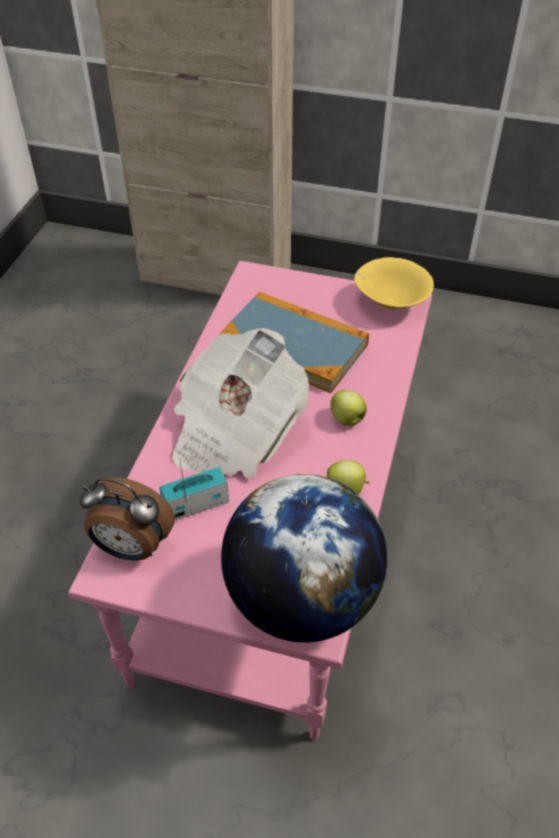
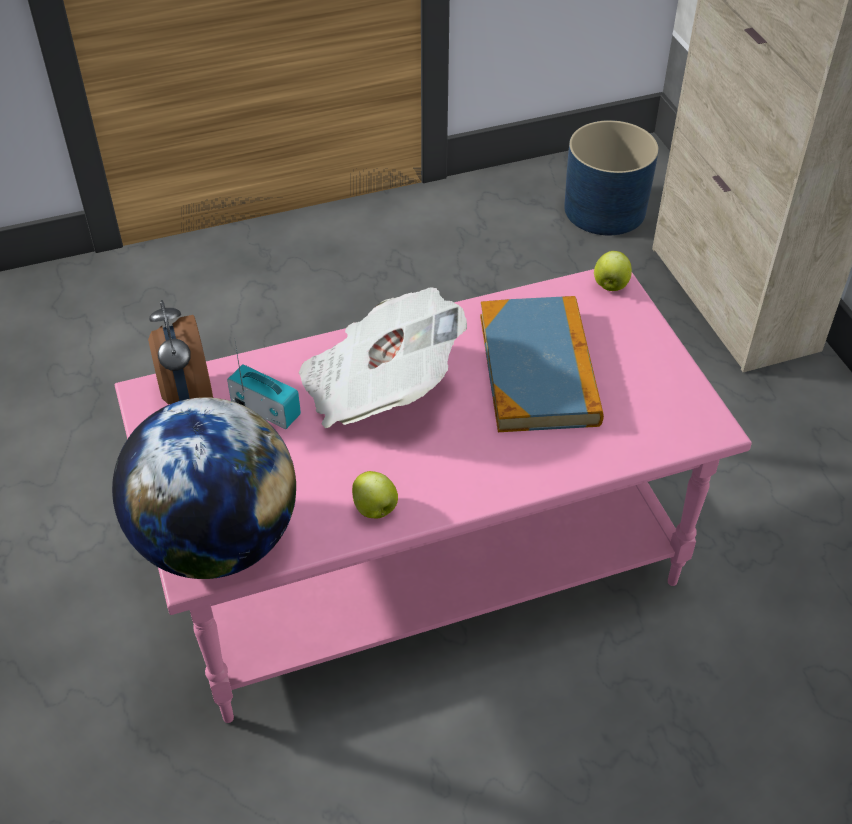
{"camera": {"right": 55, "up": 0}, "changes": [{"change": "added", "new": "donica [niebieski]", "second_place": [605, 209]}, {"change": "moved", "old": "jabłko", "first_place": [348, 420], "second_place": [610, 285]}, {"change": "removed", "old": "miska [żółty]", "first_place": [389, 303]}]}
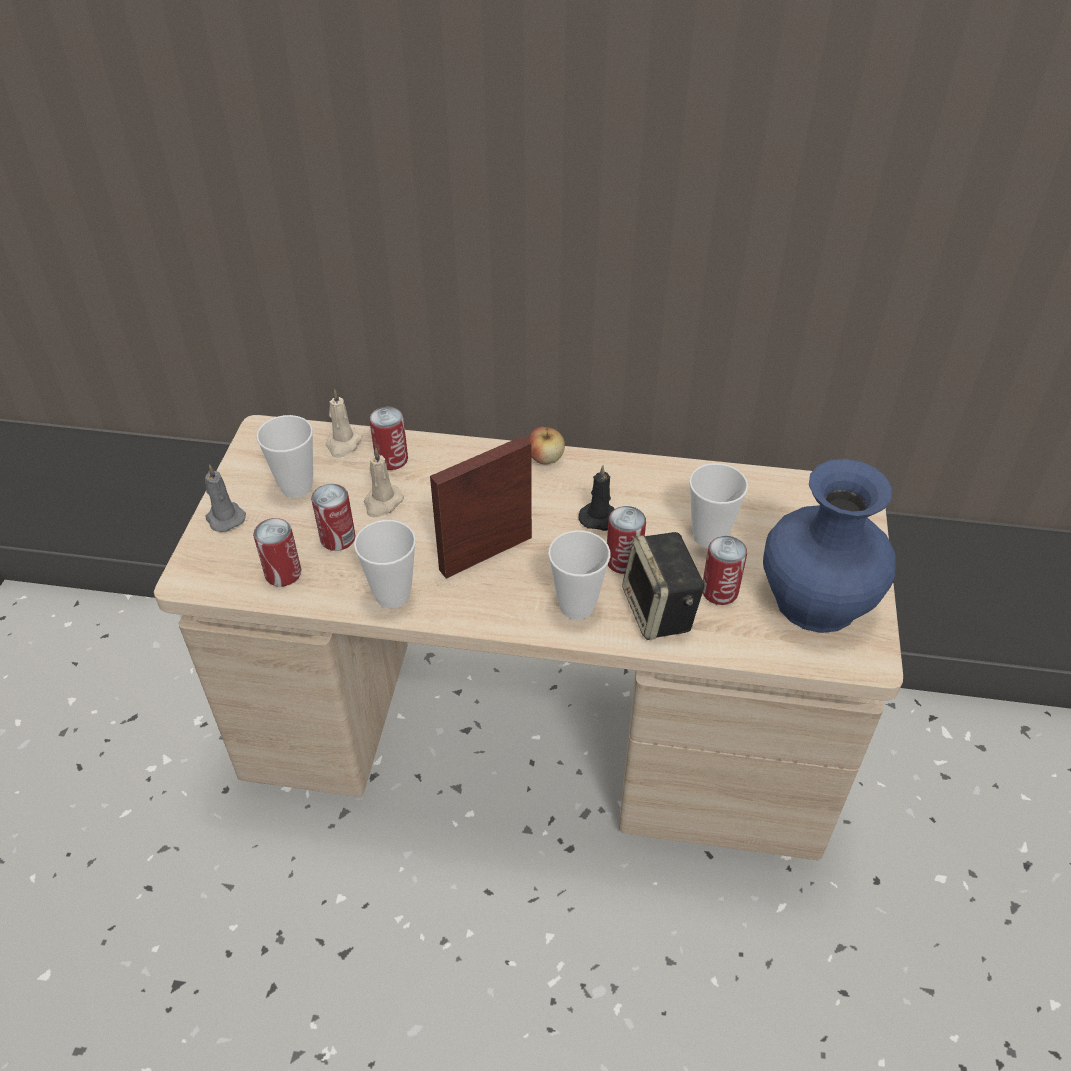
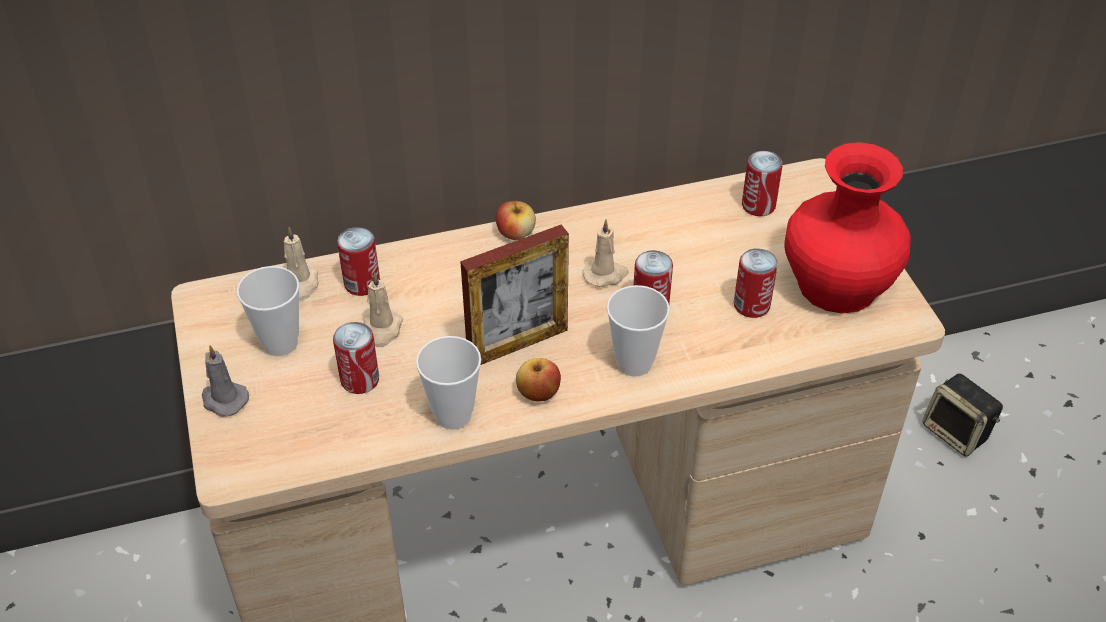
{"camera": {"right": -25, "up": 0}, "changes": [{"change": "turned", "old": "ramka na zdjęcie", "first_place": [486, 553], "second_place": [517, 344], "degrees": -150}, {"change": "added", "new": "jabłko", "second_place": [538, 393]}, {"change": "recoloured", "old": "świeca [czarny]", "new": "świeca [beżowy]", "first_place": [601, 519], "second_place": [605, 274]}, {"change": "moved", "old": "puszka", "first_place": [283, 573], "second_place": [758, 205]}, {"change": "recoloured", "old": "wazon [niebieski]", "new": "wazon [czerwony]", "first_place": [817, 602], "second_place": [839, 286]}, {"change": "moved", "old": "głośnik", "first_place": [660, 611], "second_place": [957, 433]}, {"change": "removed", "old": "filiżanka", "first_place": [709, 537]}]}
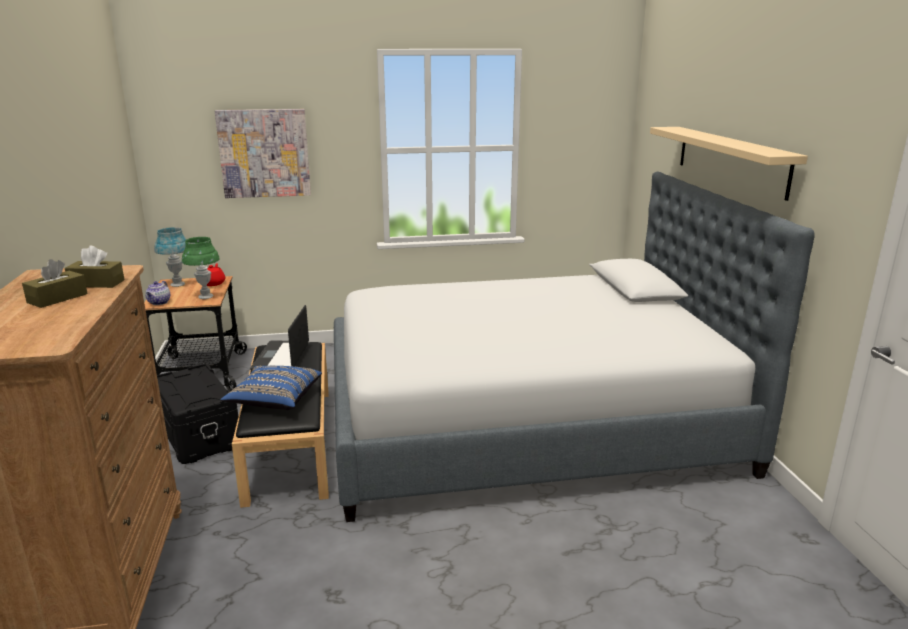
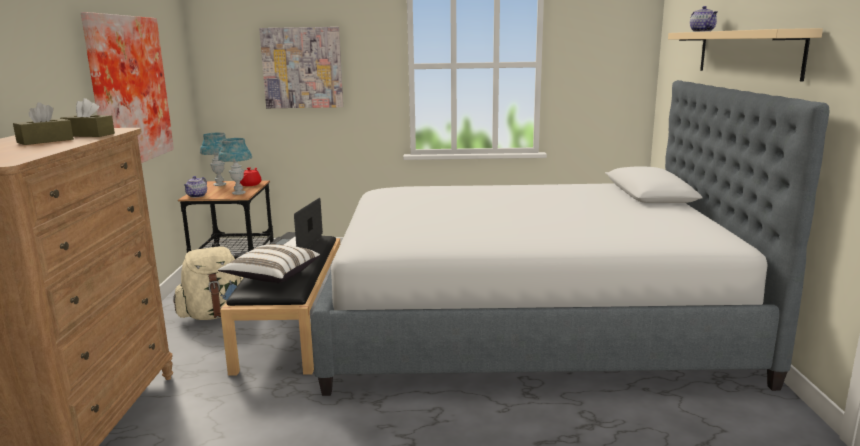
{"camera": {"right": 10, "up": -5}, "changes": [{"change": "added", "new": "obraz", "second_place": [126, 90]}, {"change": "replaced", "old": "pojemnik do przechowywania [czarny]", "new": "plecak [beżowy]", "first_place": [200, 435], "second_place": [215, 314]}, {"change": "recoloured", "old": "lampa stołowa [zielony]", "new": "lampa stołowa [niebieski]", "first_place": [206, 297], "second_place": [239, 193]}, {"change": "recoloured", "old": "poduszka [niebieski]", "new": "poduszka [biały]", "first_place": [274, 400], "second_place": [272, 276]}, {"change": "added", "new": "imbryk", "second_place": [702, 31]}]}
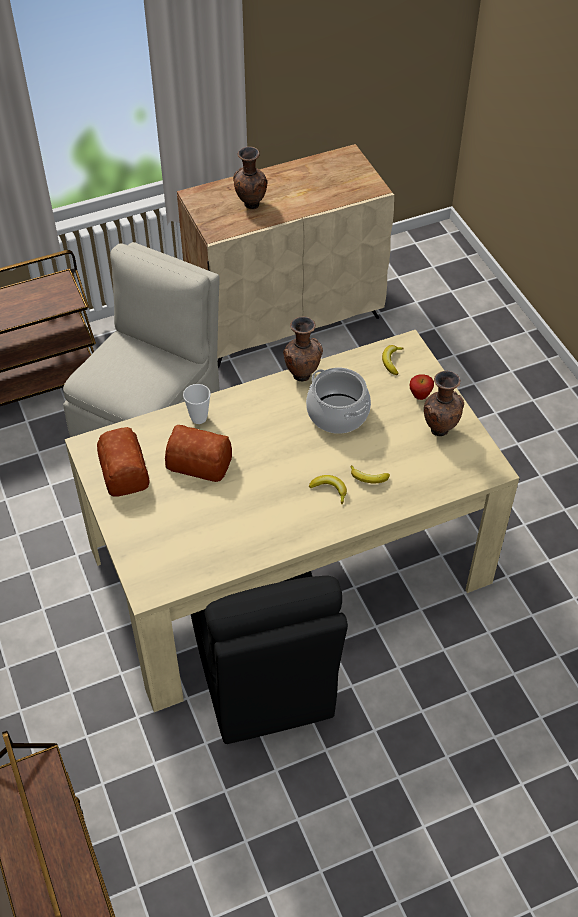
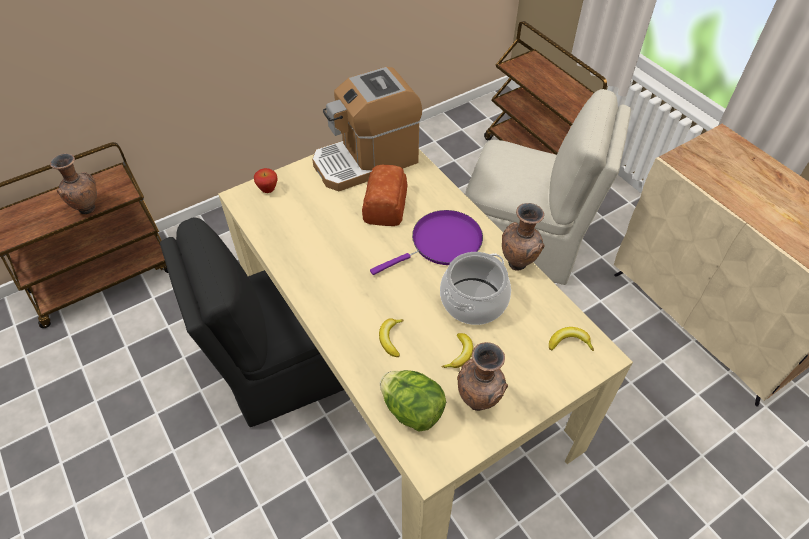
{"camera": {"right": 80, "up": 0}, "changes": [{"change": "moved", "old": "wazon [brązowy]", "first_place": [250, 205], "second_place": [87, 208]}, {"change": "moved", "old": "jabłko", "first_place": [420, 396], "second_place": [268, 190]}, {"change": "replaced", "old": "chleb", "new": "ekspres do kawy", "first_place": [125, 469], "second_place": [366, 161]}, {"change": "added", "new": "patelnia [fioletowy]", "second_place": [441, 244]}, {"change": "added", "new": "sałata", "second_place": [412, 410]}, {"change": "moved", "old": "banan", "first_place": [330, 490], "second_place": [459, 354]}, {"change": "removed", "old": "filiżanka", "first_place": [199, 418]}]}
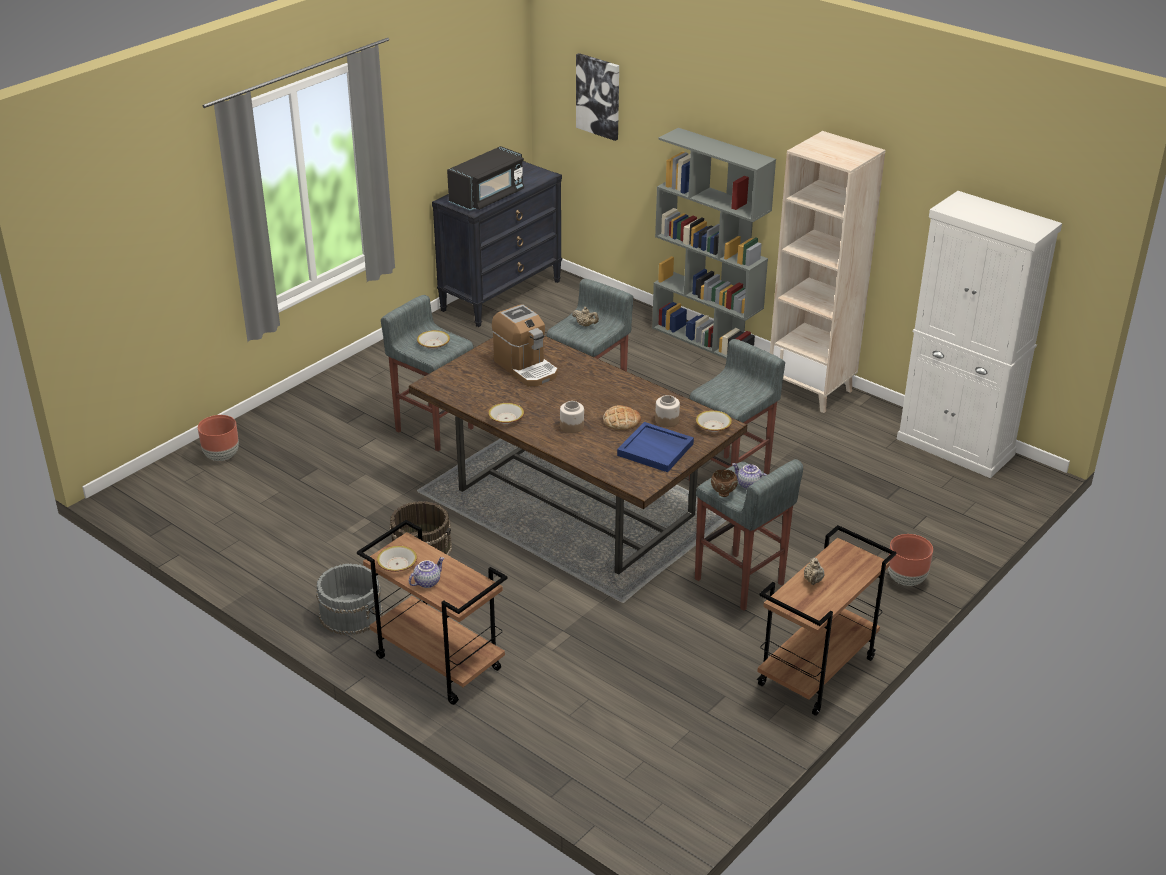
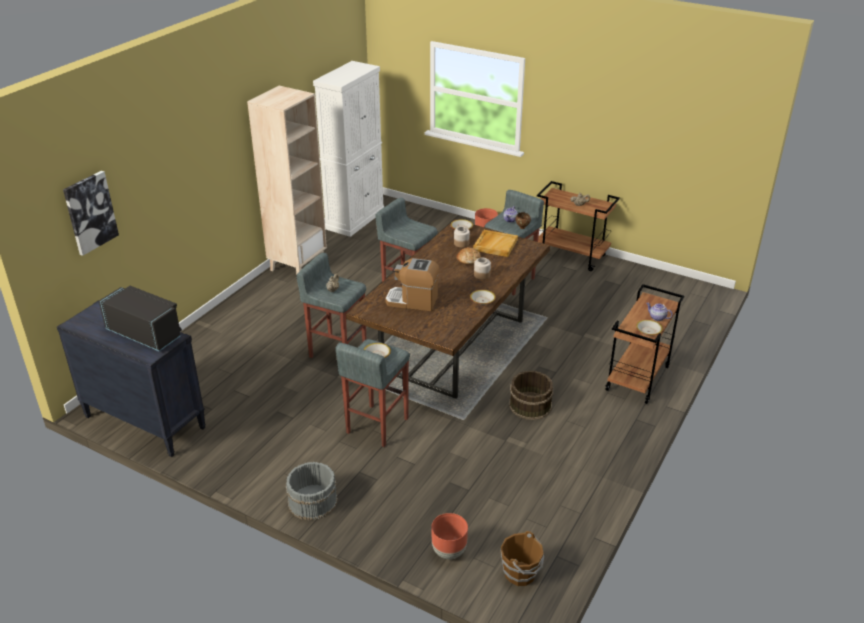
{"camera": {"right": -100, "up": 0}, "changes": [{"change": "moved", "old": "wiadro [szary]", "first_place": [351, 613], "second_place": [312, 501]}, {"change": "turned", "old": "ekspres do kawy", "first_place": [526, 368], "second_place": [412, 301], "degrees": -120}, {"change": "recoloured", "old": "taca [niebieski]", "new": "taca [beżowy]", "first_place": [656, 449], "second_place": [495, 245]}, {"change": "added", "new": "wiadro [brązowy]", "second_place": [521, 573]}, {"change": "removed", "old": "regał [szary]", "first_place": [706, 340]}]}
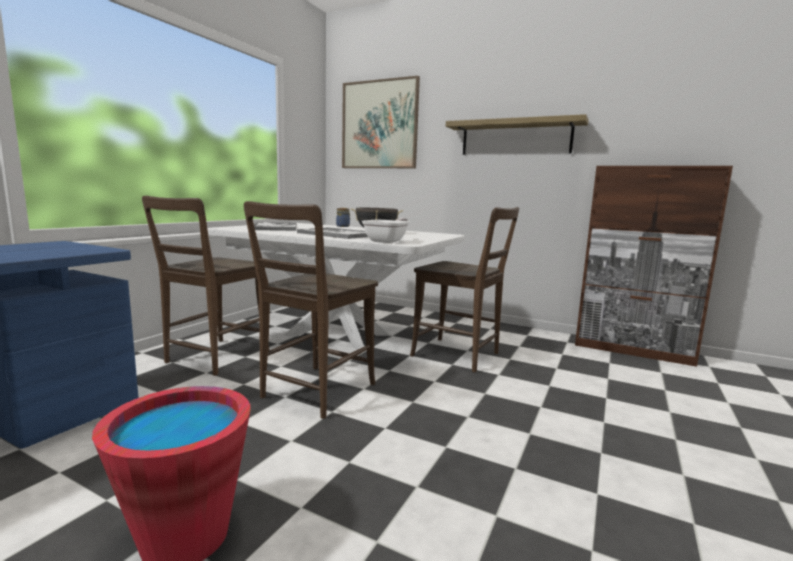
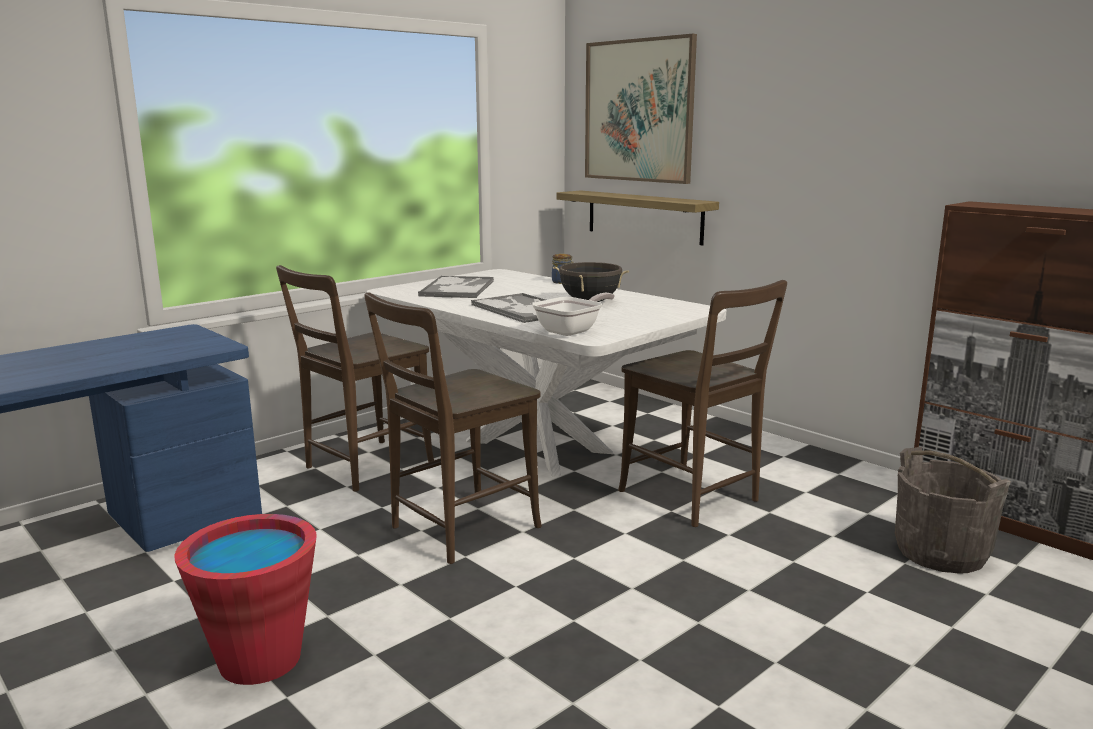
{"camera": {"right": 20, "up": 5}, "changes": [{"change": "moved", "old": "półka", "first_place": [515, 138], "second_place": [644, 216]}, {"change": "added", "new": "wiadro [szary]", "second_place": [941, 552]}]}
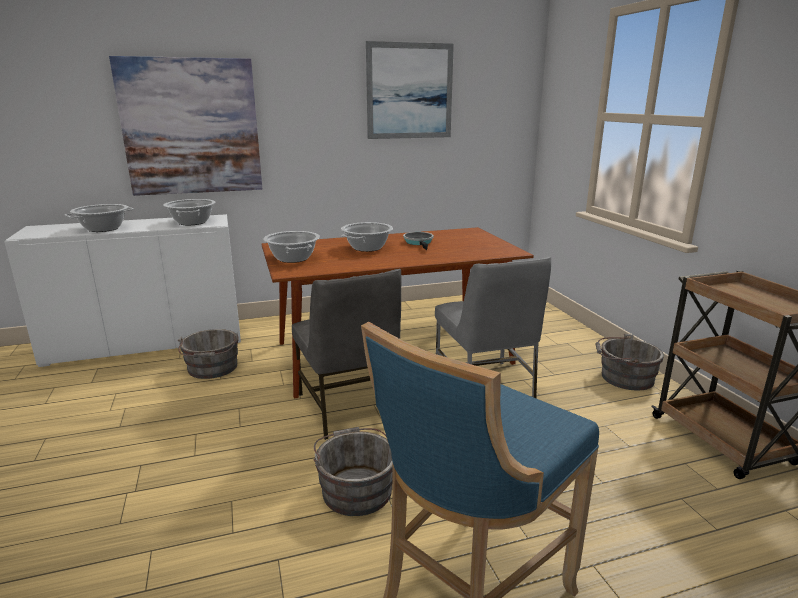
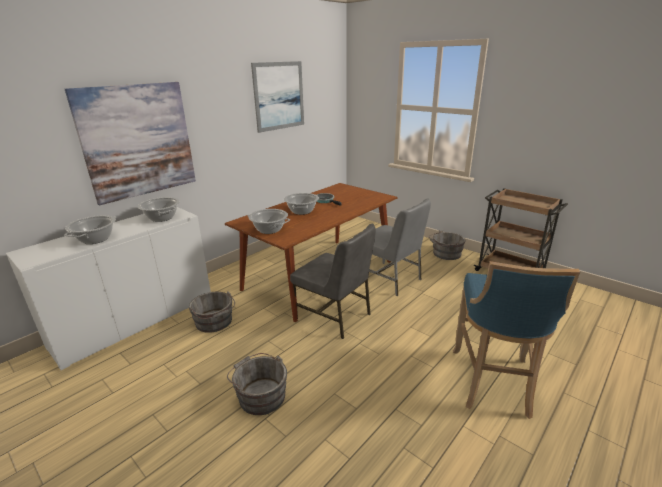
{"camera": {"right": -30, "up": 5}, "changes": [{"change": "moved", "old": "wiadro [szary]", "first_place": [356, 488], "second_place": [260, 395]}]}
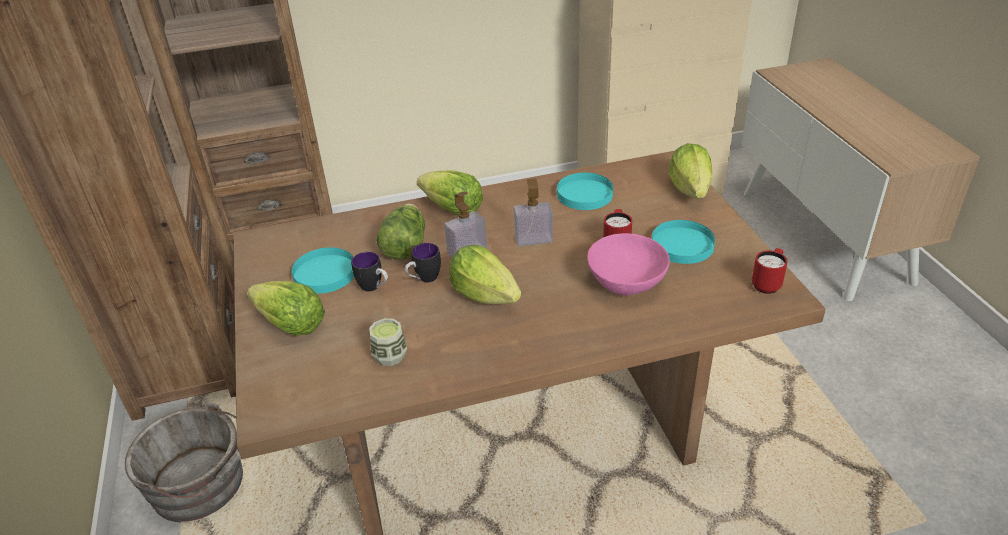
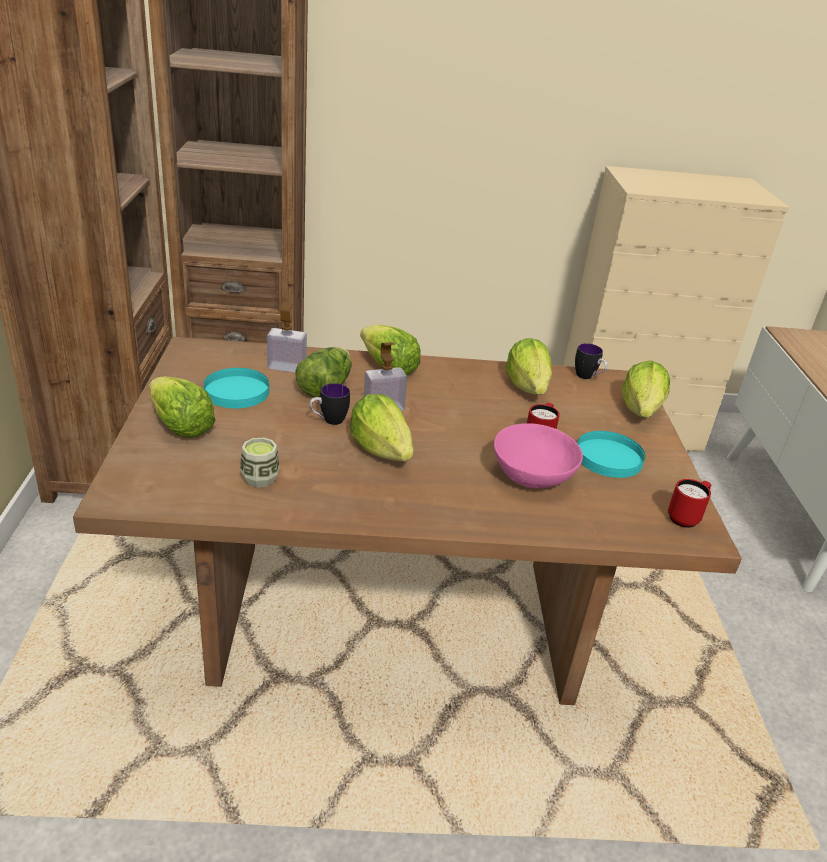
{"camera": {"right": 10, "up": -5}, "changes": [{"change": "moved", "old": "dozownik mydła", "first_place": [533, 239], "second_place": [286, 367]}, {"change": "replaced", "old": "talerz [turkusowy]", "new": "sałata", "first_place": [585, 194], "second_place": [527, 387]}, {"change": "moved", "old": "kubek", "first_place": [374, 288], "second_place": [588, 377]}, {"change": "removed", "old": "wiadro [szary]", "first_place": [203, 486]}]}
